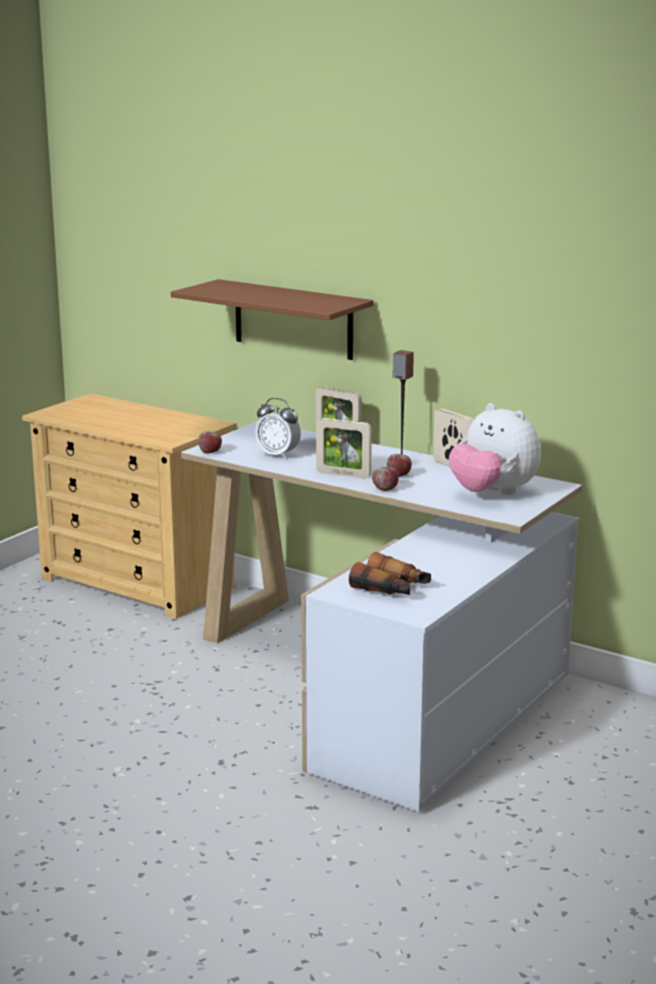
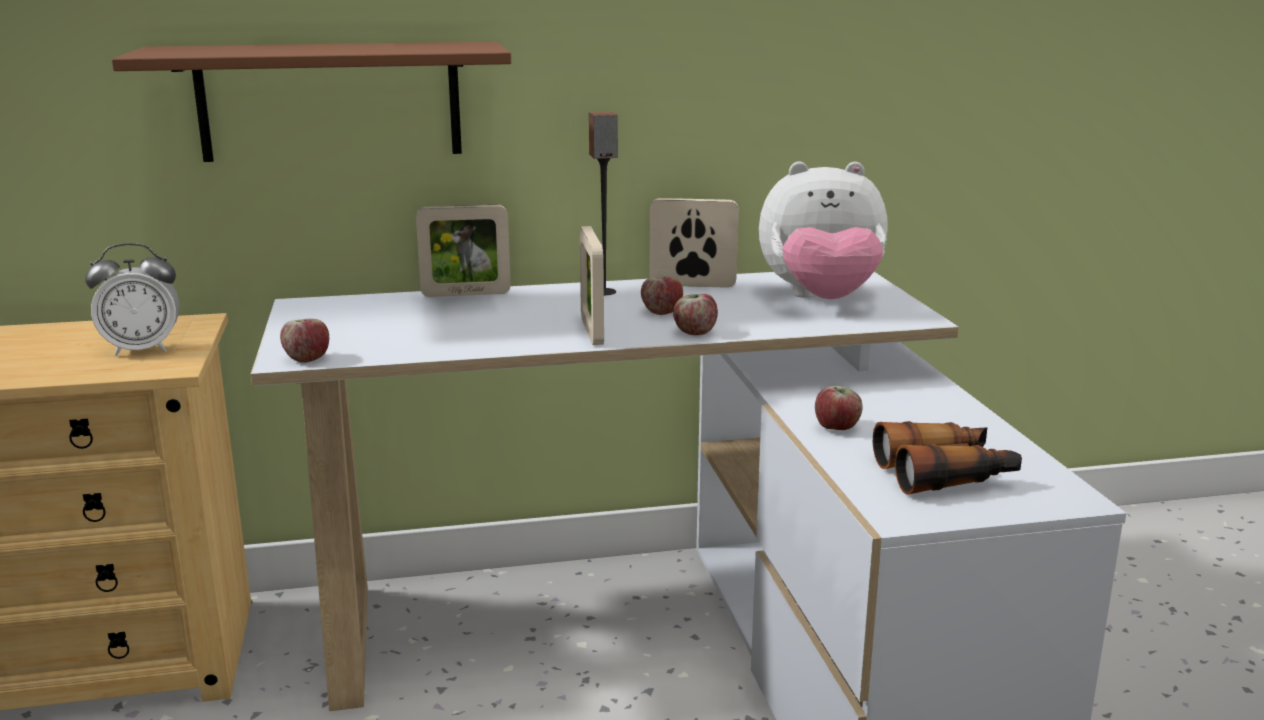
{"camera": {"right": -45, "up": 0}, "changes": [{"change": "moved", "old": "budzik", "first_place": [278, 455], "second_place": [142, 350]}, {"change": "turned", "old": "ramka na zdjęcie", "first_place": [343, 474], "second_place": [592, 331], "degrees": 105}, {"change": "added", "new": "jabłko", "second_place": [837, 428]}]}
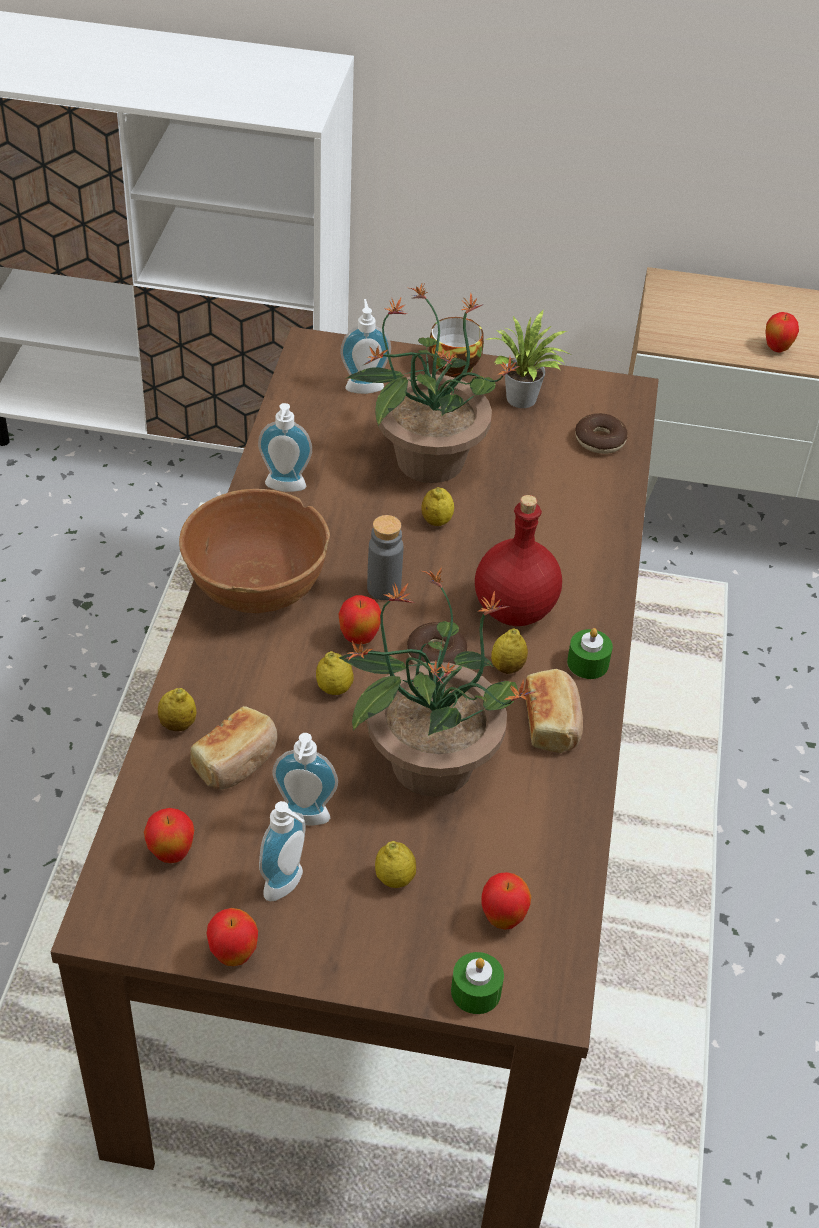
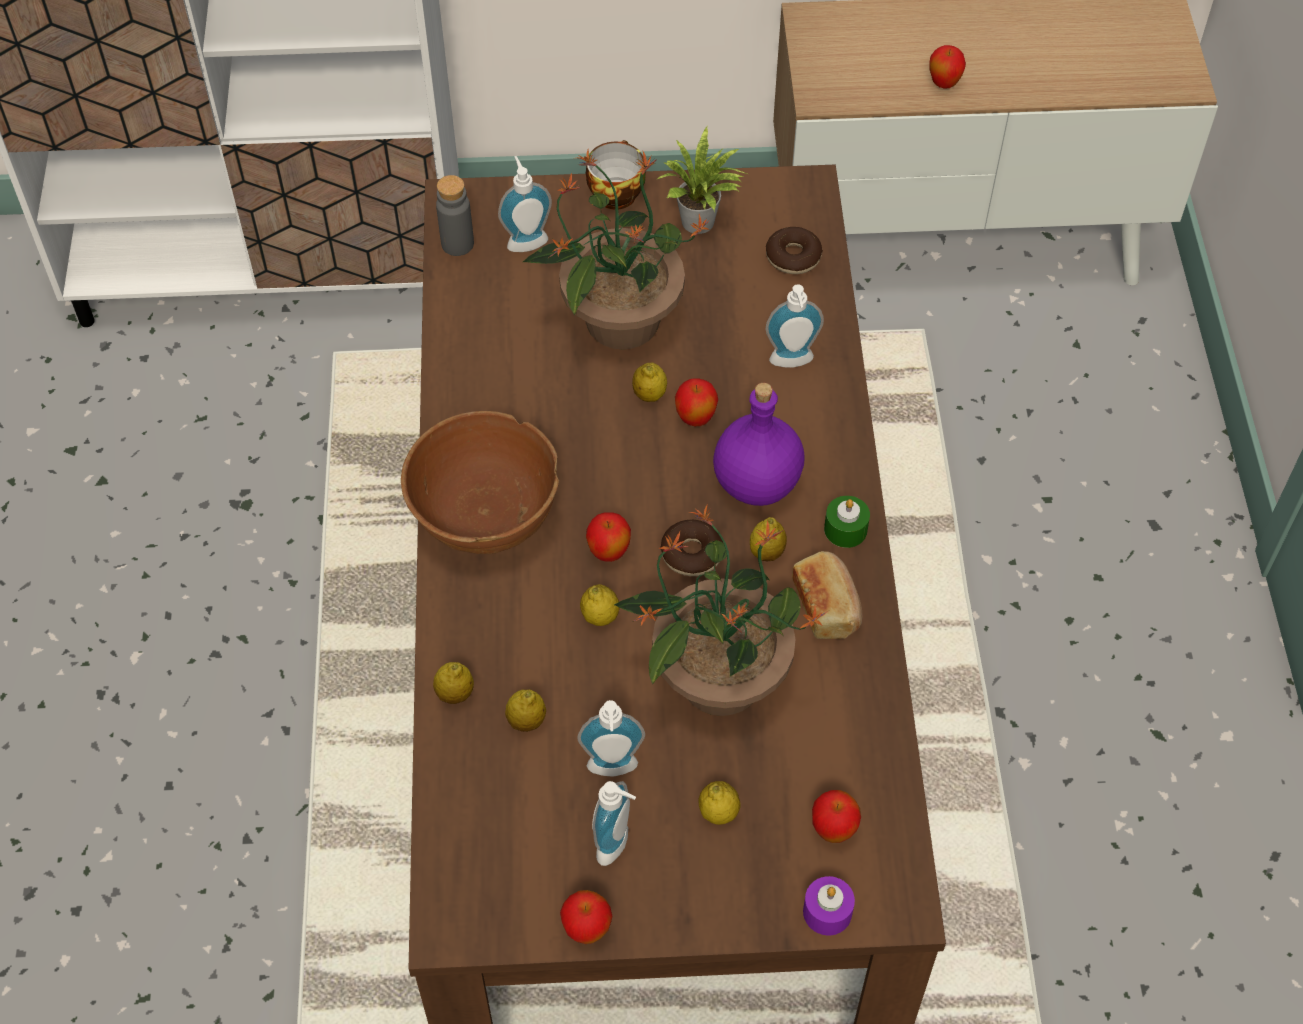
{"camera": {"right": -10, "up": 10}, "changes": [{"change": "moved", "old": "butelka [szary]", "first_place": [384, 588], "second_place": [457, 244]}, {"change": "replaced", "old": "chleb", "new": "cytryna", "first_place": [236, 761], "second_place": [526, 721]}, {"change": "moved", "old": "jabłko", "first_place": [171, 854], "second_place": [695, 419]}, {"change": "recoloured", "old": "butelka [czerwony]", "new": "butelka [fioletowy]", "first_place": [513, 609], "second_place": [755, 482]}, {"change": "moved", "old": "dozownik mydła", "first_place": [284, 488], "second_place": [792, 363]}, {"change": "recoloured", "old": "świeca [zielony]", "new": "świeca [fioletowy]", "first_place": [476, 991], "second_place": [827, 912]}]}
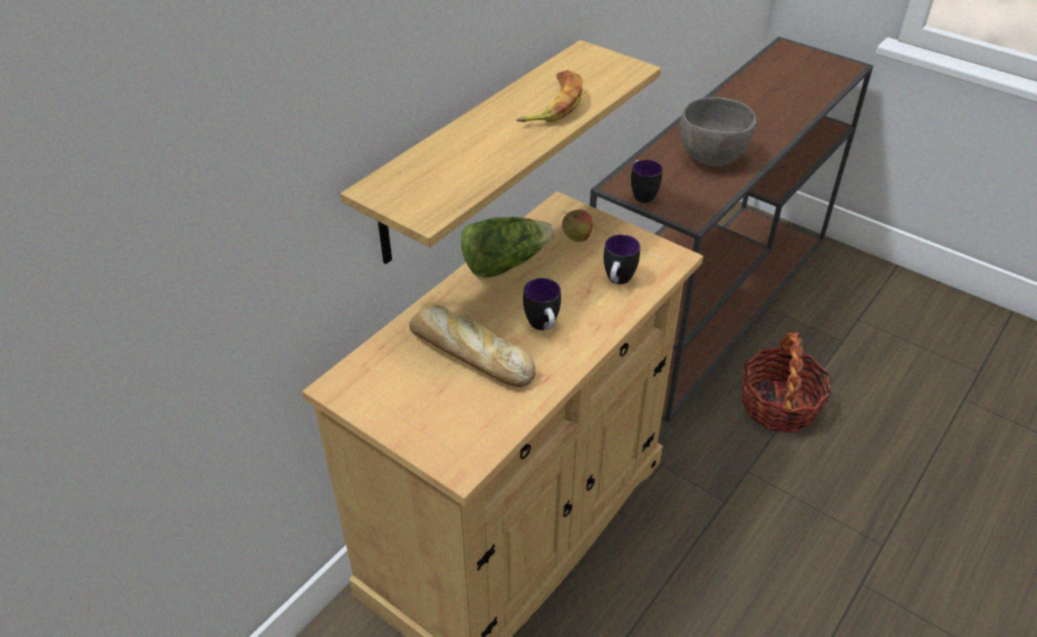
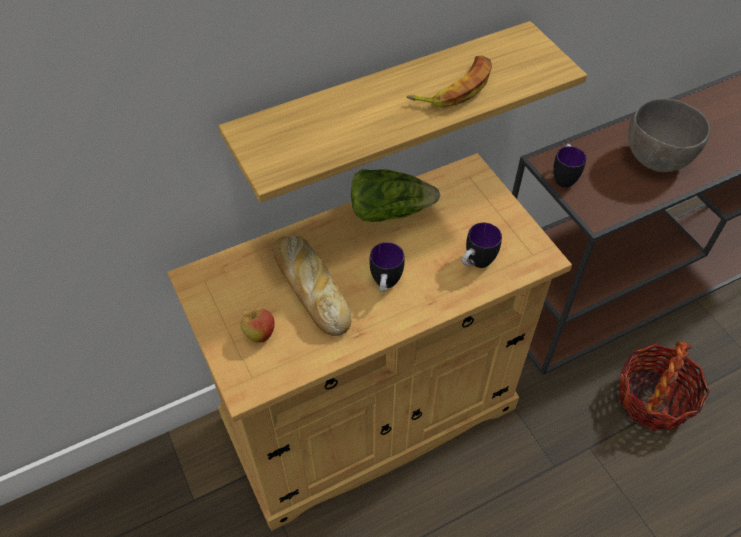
{"camera": {"right": 25, "up": 10}, "changes": [{"change": "moved", "old": "jabłko", "first_place": [576, 238], "second_place": [259, 334]}]}
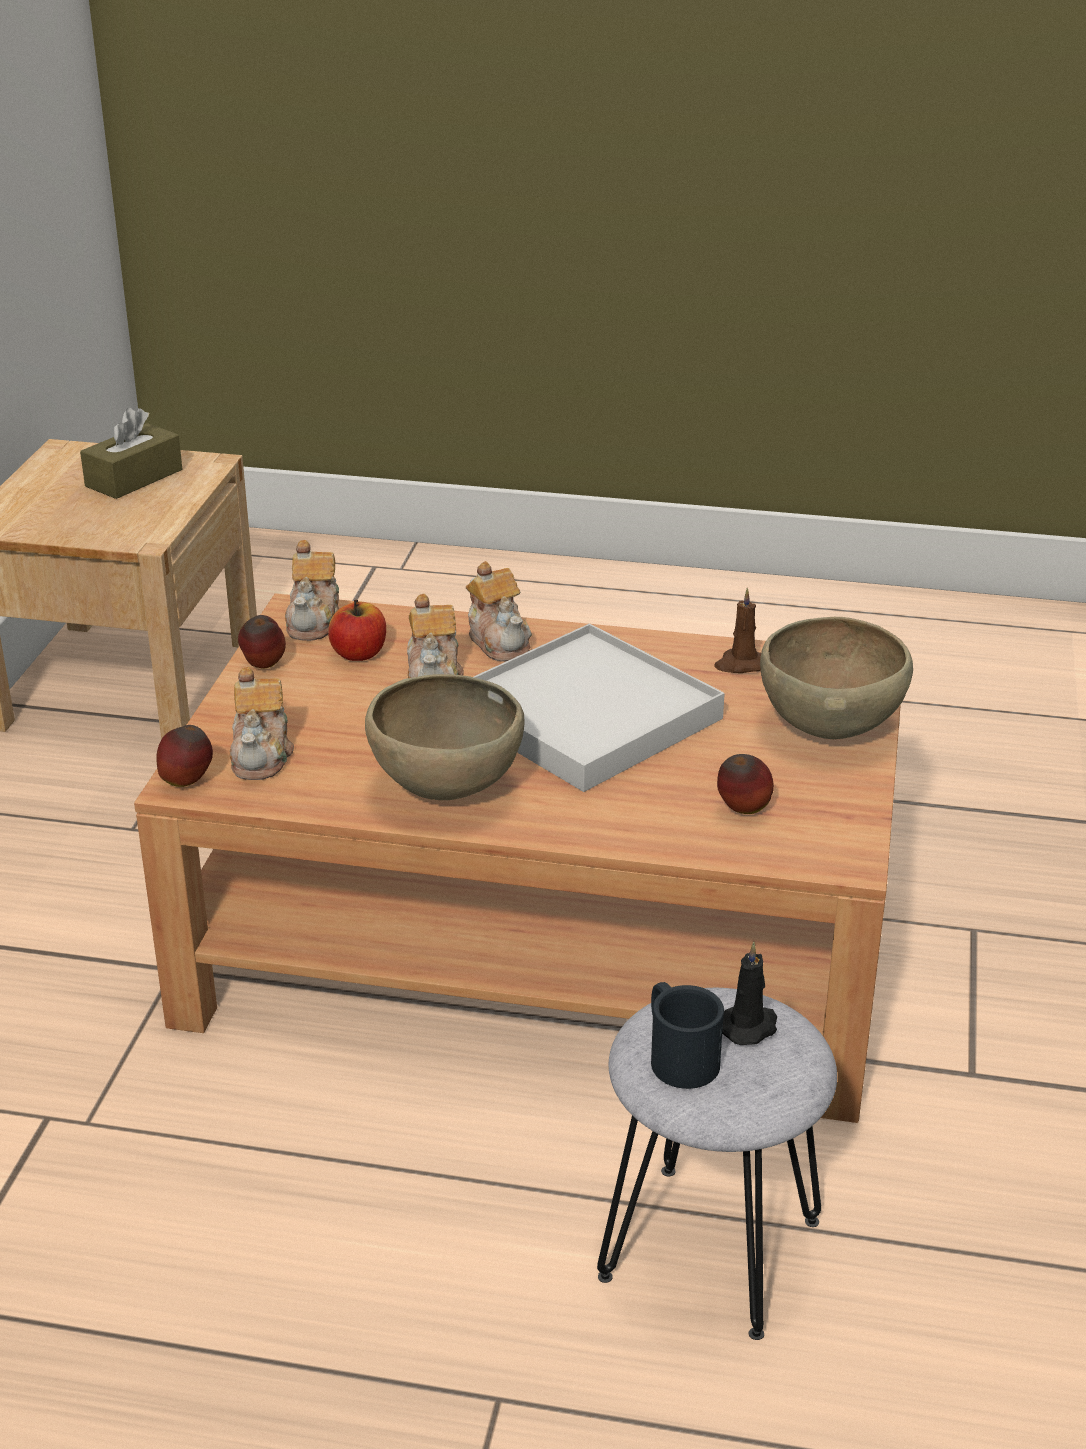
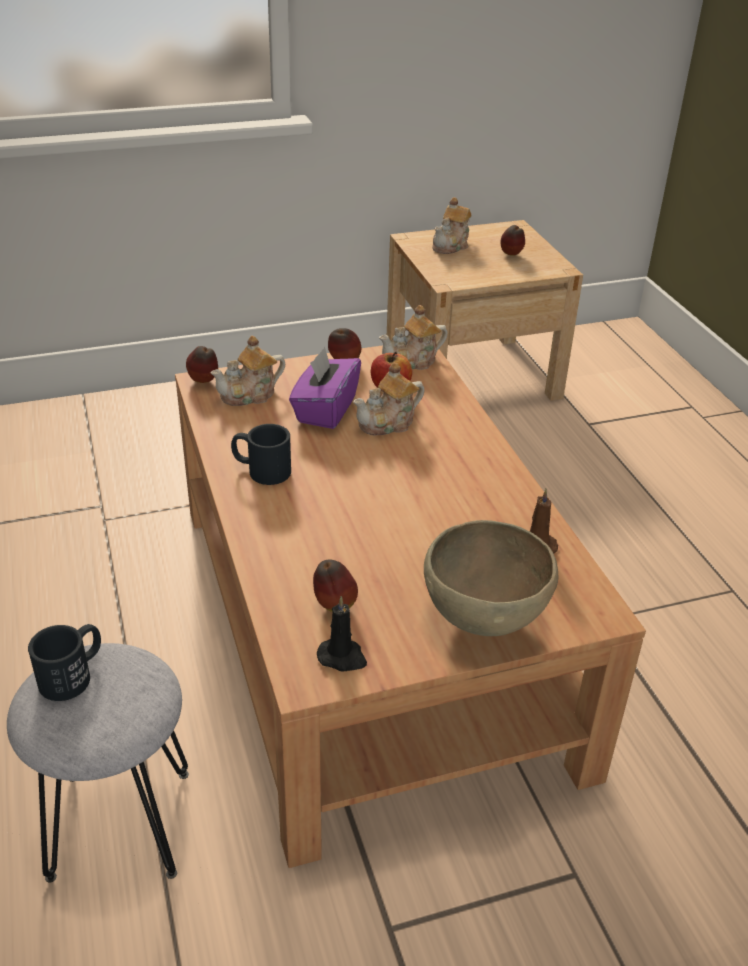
{"camera": {"right": 60, "up": 5}, "changes": [{"change": "replaced", "old": "miska [brązowy]", "new": "kubek [czarny]", "first_place": [446, 791], "second_place": [261, 470]}, {"change": "added", "new": "pudełko chusteczek [fioletowy]", "second_place": [325, 410]}, {"change": "moved", "old": "świeca [czarny]", "first_place": [749, 1026], "second_place": [342, 657]}, {"change": "moved", "old": "imbryk", "first_place": [499, 641], "second_place": [451, 246]}, {"change": "replaced", "old": "pudełko chusteczek [brązowy]", "new": "jabłko", "first_place": [134, 478], "second_place": [511, 255]}, {"change": "removed", "old": "taca [biały]", "first_place": [587, 716]}]}
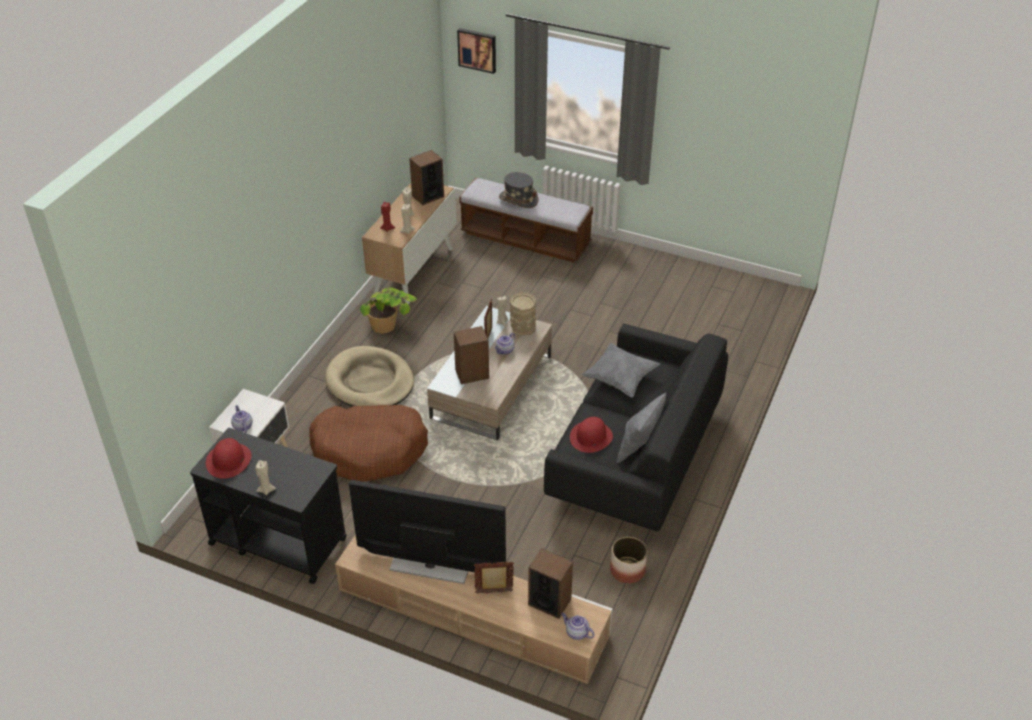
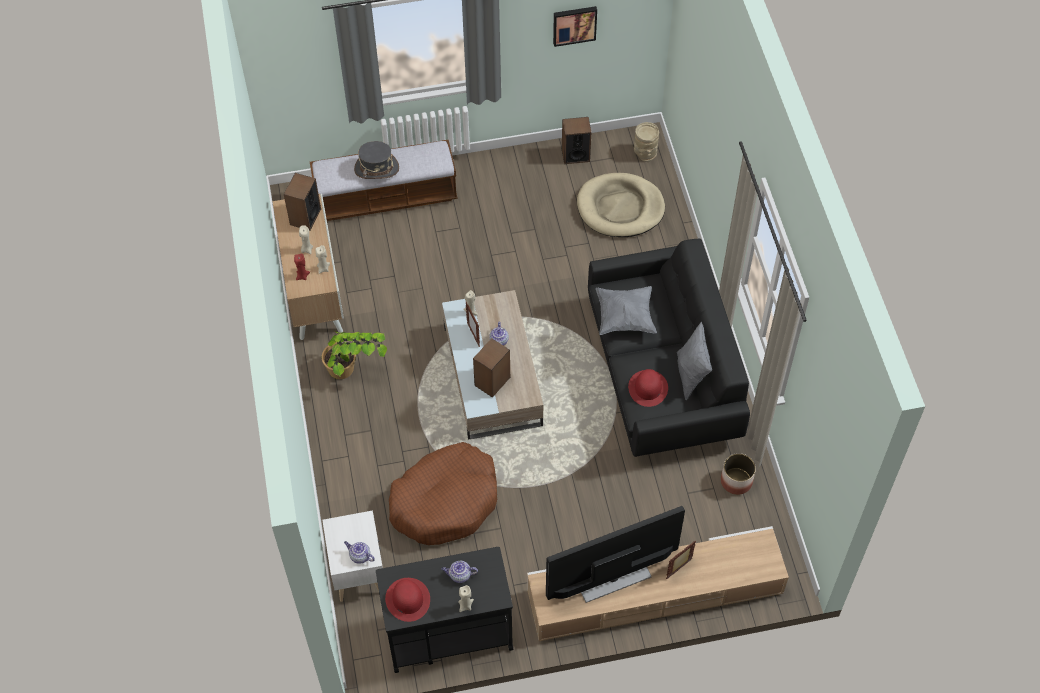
{"camera": {"right": -35, "up": 15}, "changes": [{"change": "moved", "old": "imbryk", "first_place": [576, 632], "second_place": [459, 575]}, {"change": "moved", "old": "obraz", "first_place": [477, 49], "second_place": [574, 24]}, {"change": "moved", "old": "głośnik", "first_place": [549, 602], "second_place": [575, 155]}, {"change": "moved", "old": "legowisko [beżowy]", "first_place": [370, 382], "second_place": [620, 208]}, {"change": "moved", "old": "wazon [beżowy]", "first_place": [522, 328], "second_place": [645, 153]}]}
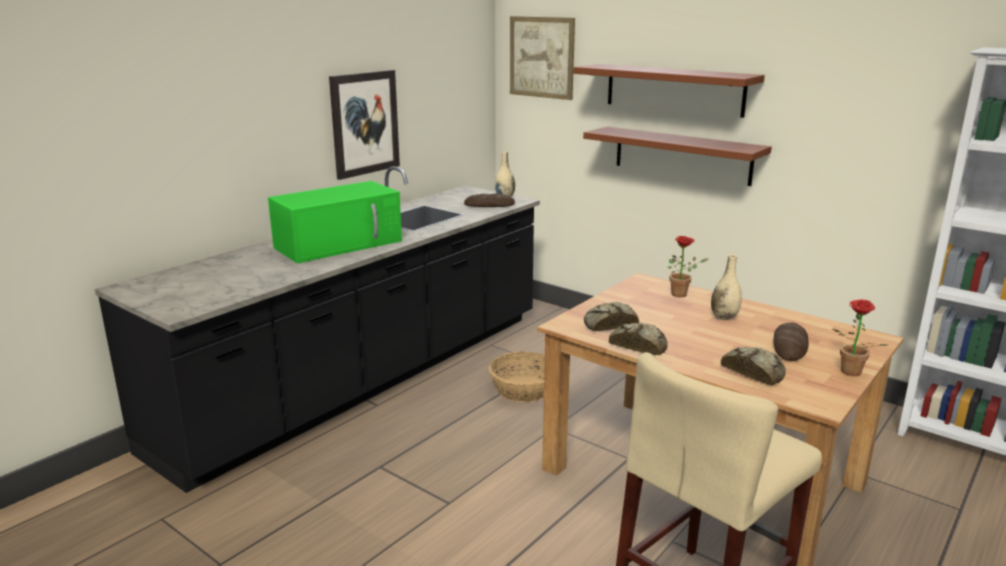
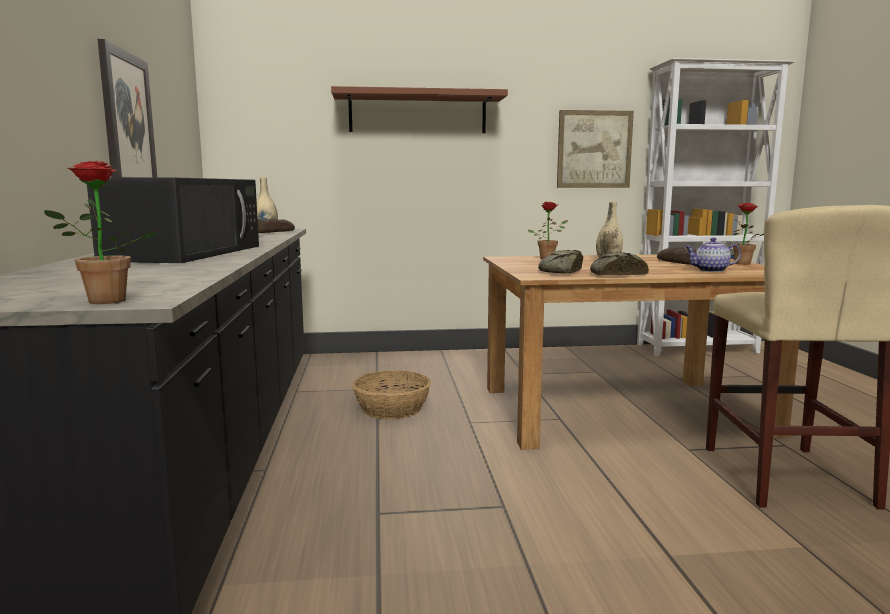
{"camera": {"right": -45, "up": -10}, "changes": [{"change": "added", "new": "roślina doniczkowa", "second_place": [103, 302]}, {"change": "recoloured", "old": "mikrofalówka [zielony]", "new": "mikrofalówka [czarny]", "first_place": [340, 244], "second_place": [187, 252]}, {"change": "moved", "old": "obraz", "first_place": [541, 57], "second_place": [594, 149]}, {"change": "replaced", "old": "chleb", "new": "imbryk", "first_place": [754, 371], "second_place": [710, 270]}, {"change": "removed", "old": "półka [brązowy]", "first_place": [682, 155]}]}
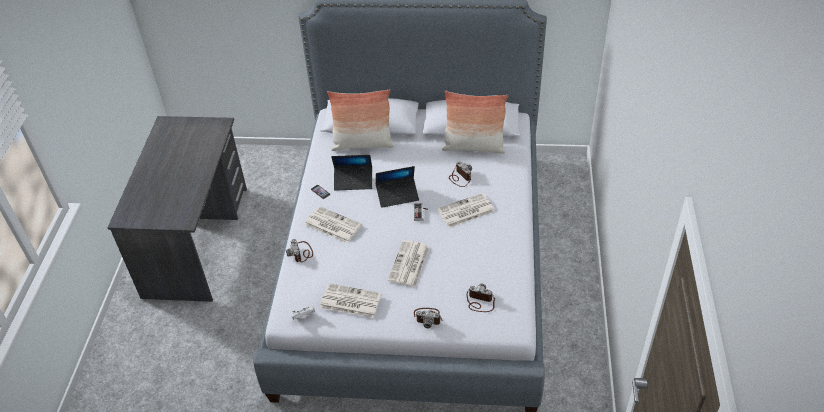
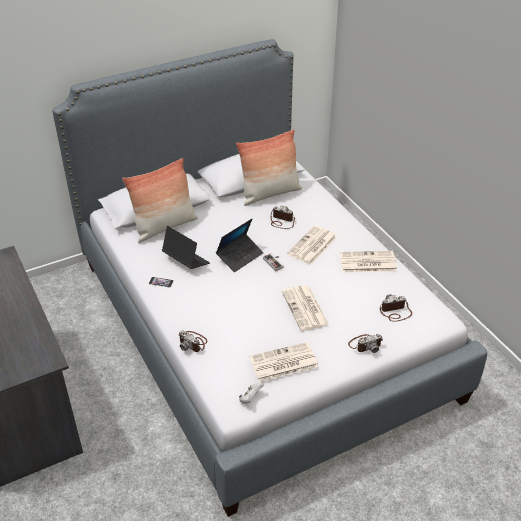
{"camera": {"right": -35, "up": -5}, "changes": [{"change": "turned", "old": "laptop", "first_place": [353, 181], "second_place": [186, 260], "degrees": -105}, {"change": "moved", "old": "gazeta", "first_place": [332, 225], "second_place": [367, 262]}]}
